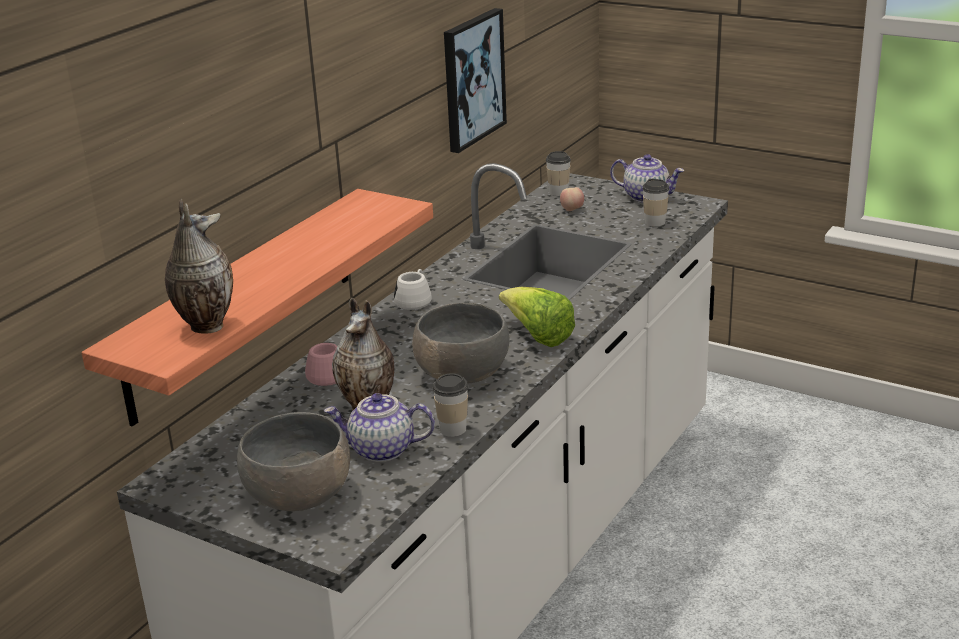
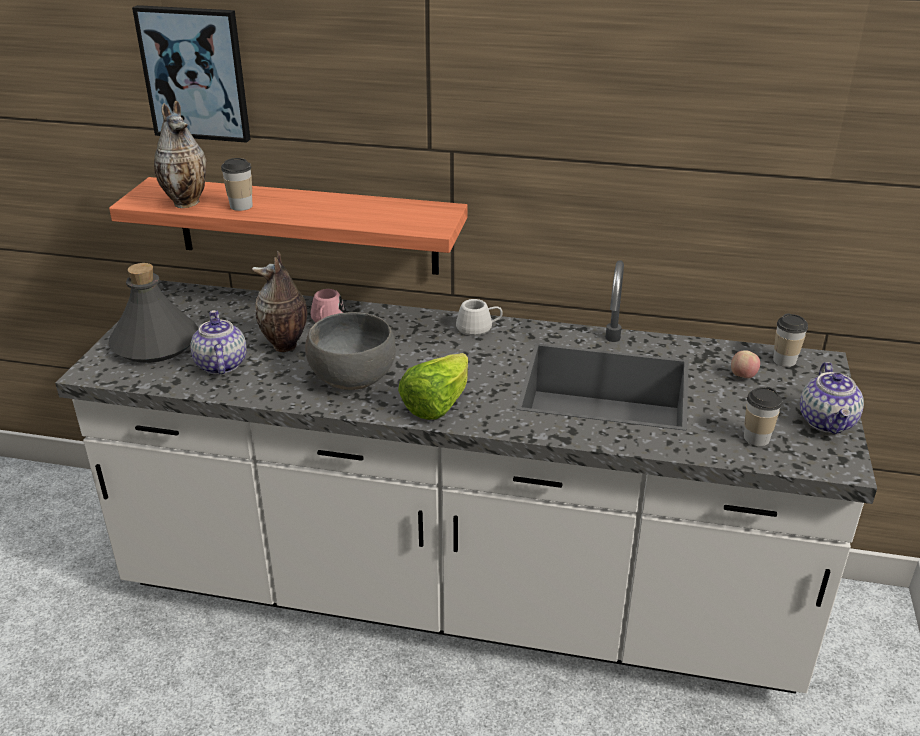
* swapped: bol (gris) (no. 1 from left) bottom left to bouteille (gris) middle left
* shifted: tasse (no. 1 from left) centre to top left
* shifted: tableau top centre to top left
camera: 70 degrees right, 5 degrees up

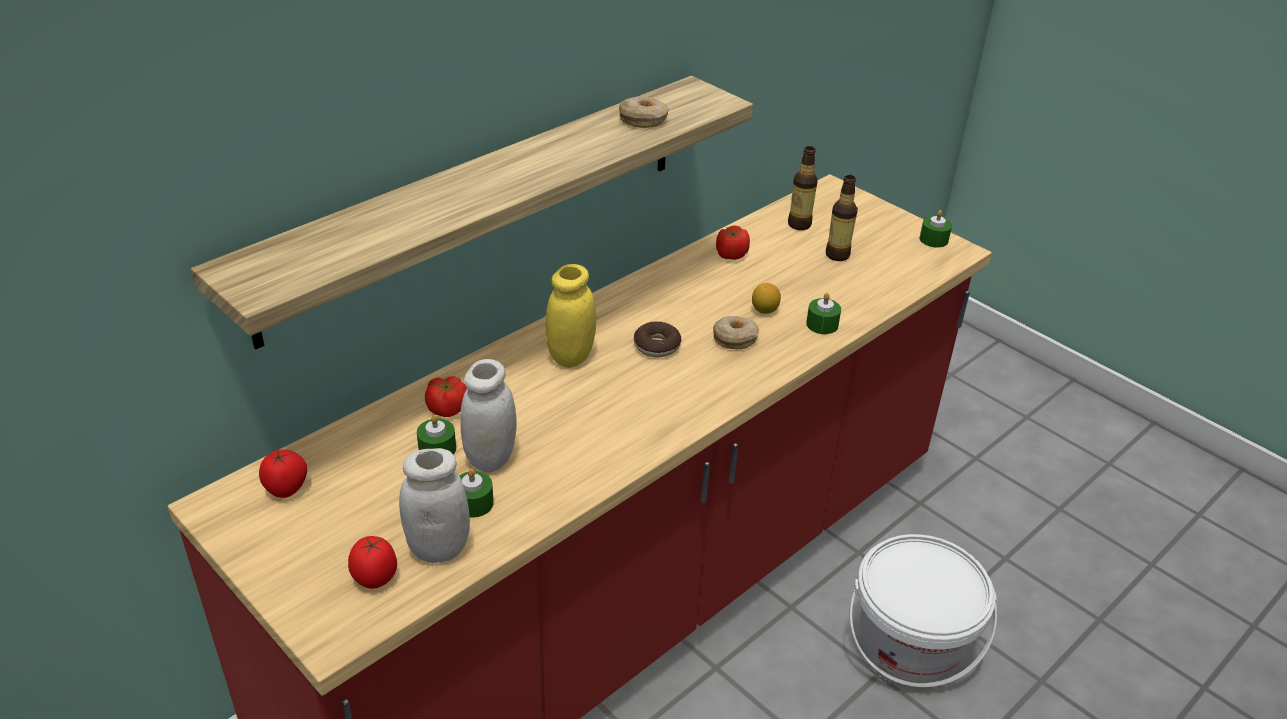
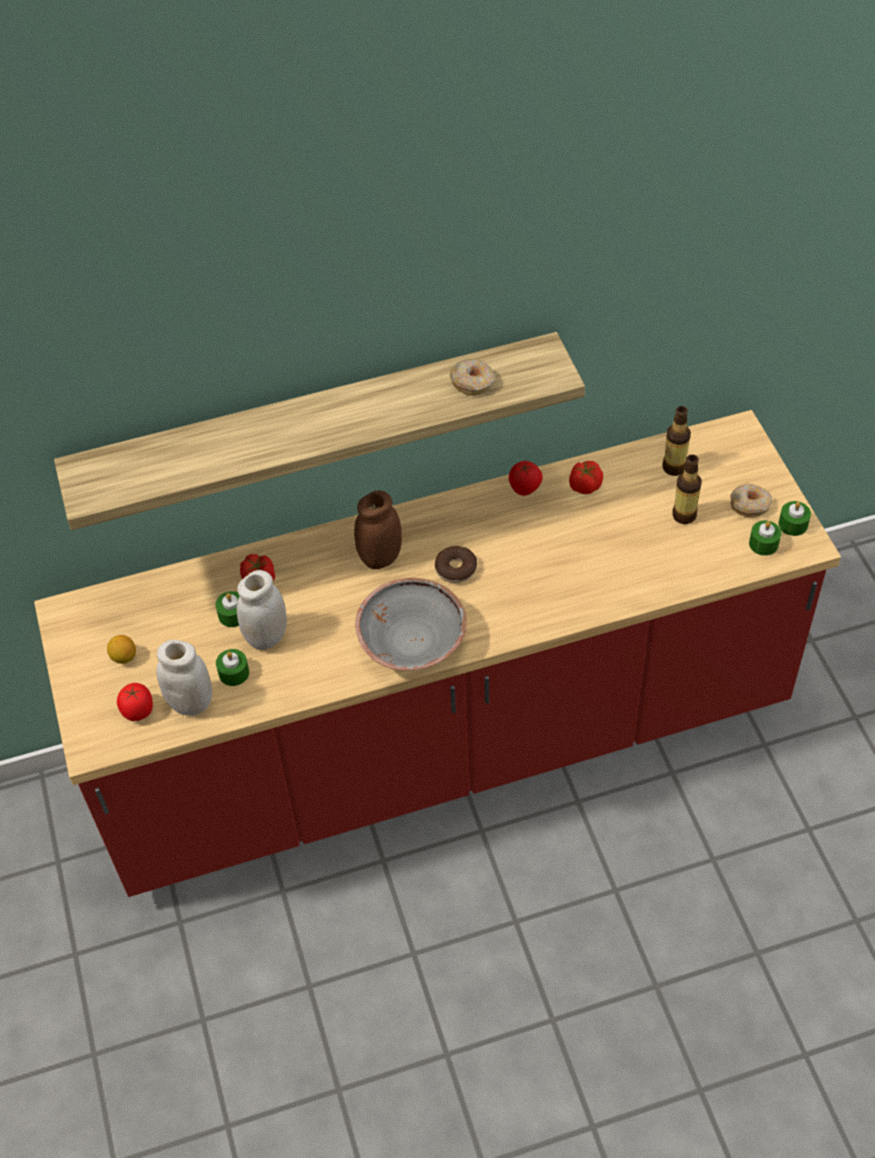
* shifted: tomate (no. 1 from left in the first image) middle left to tomate (no. 3 from left) centre
* repainted: bocal (jaune) centre to bocal (marron) centre
* shifted: beignet (no. 3 from left) centre to middle right
* shifted: citron centre to middle left
* shifted: bougie (vert) (no. 3 from left) centre to middle right
* gone: seau (blanc) bottom right
* new: bol (gris) centre
camera: 30 degrees right, 15 degrees up

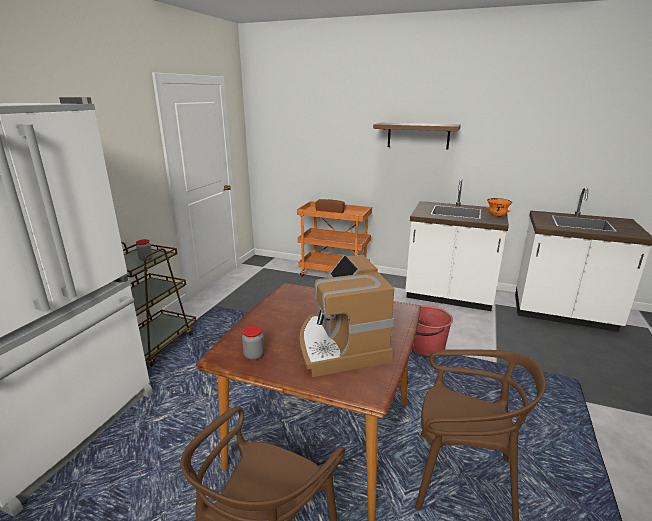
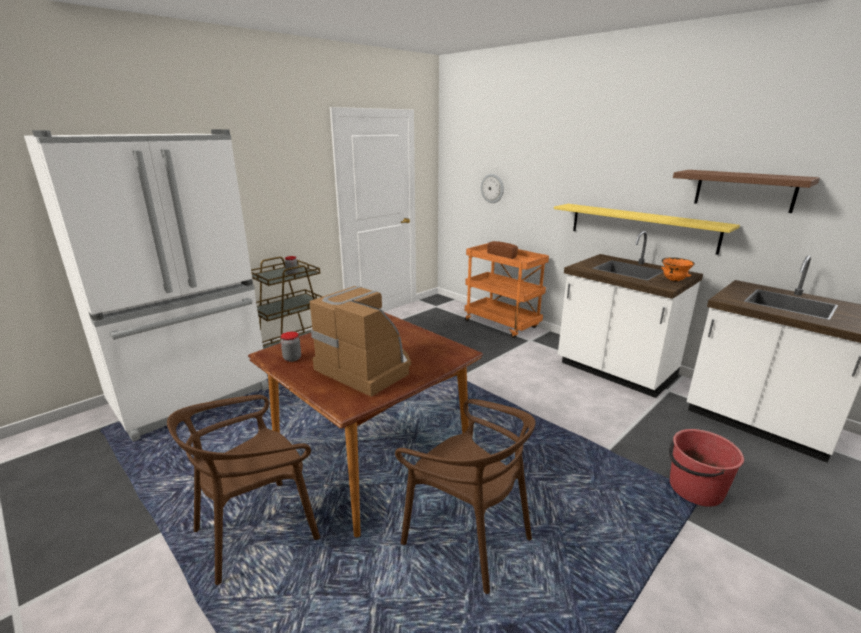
* rotated: machine à café centre = centre 120 degrees clockwise
* shifted: étagère (marron) top centre to top right
* shifted: seau (rouge) centre to bottom right
* new: horloge murale top centre
* new: étagère (jaune) middle right
camera: 25 degrees right, 0 degrees up

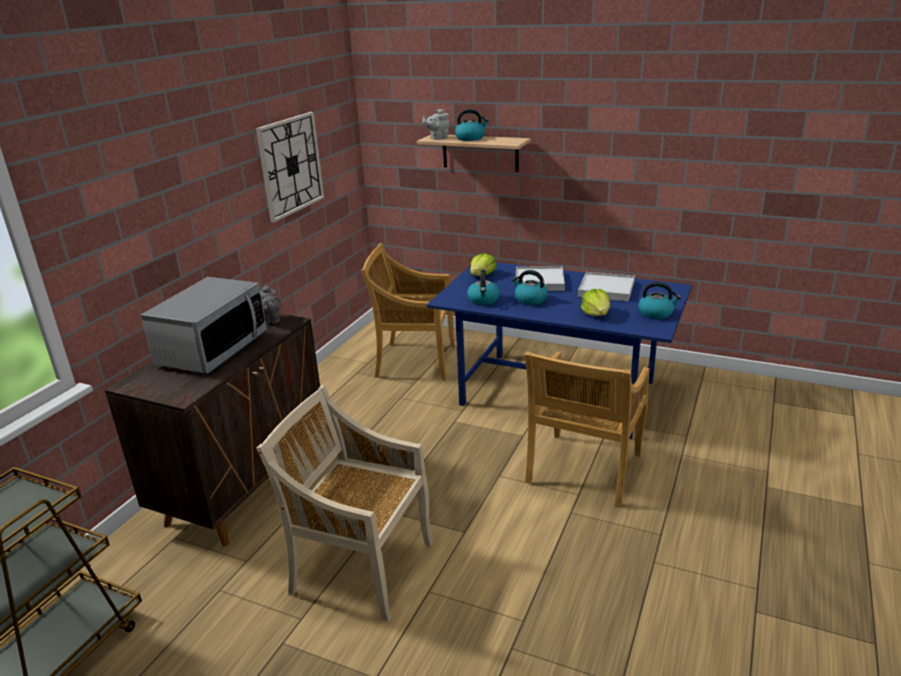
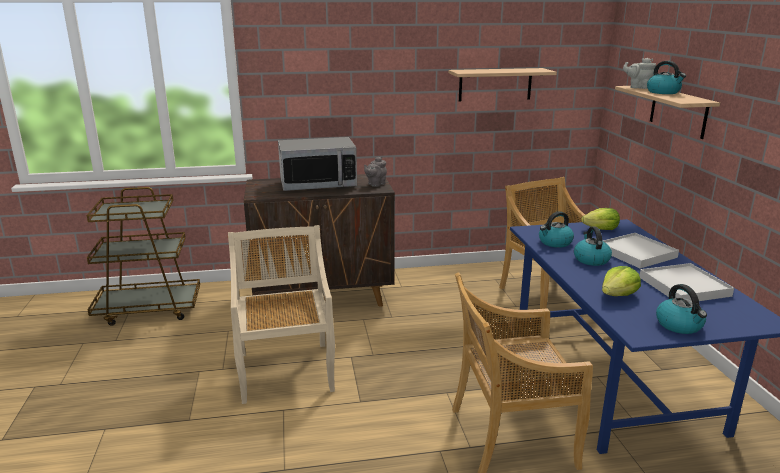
* swapped: horloge murale top left to étagère (no. 1 from left) top centre
camera: 55 degrees right, 5 degrees down

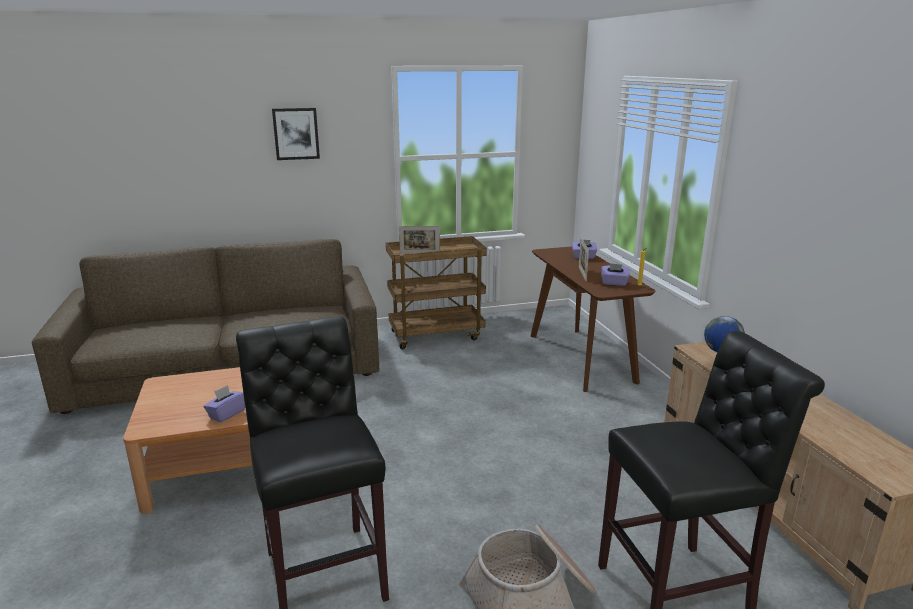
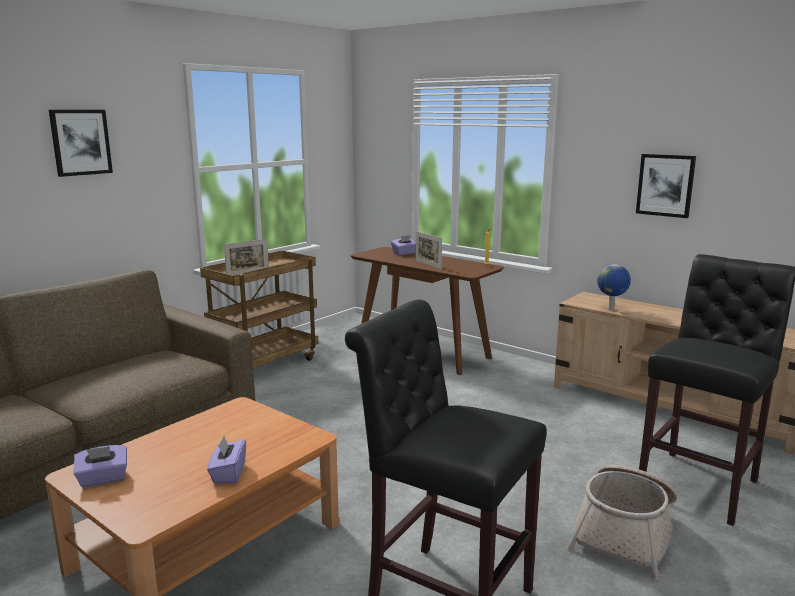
* shifted: boîte à mouchoirs (violet) (no. 3 from left in the first image) middle right to boîte à mouchoirs (violet) (no. 1 from left) bottom left
* new: tableau (no. 2 from left) top right
camera: 35 degrees left, 5 degrees down

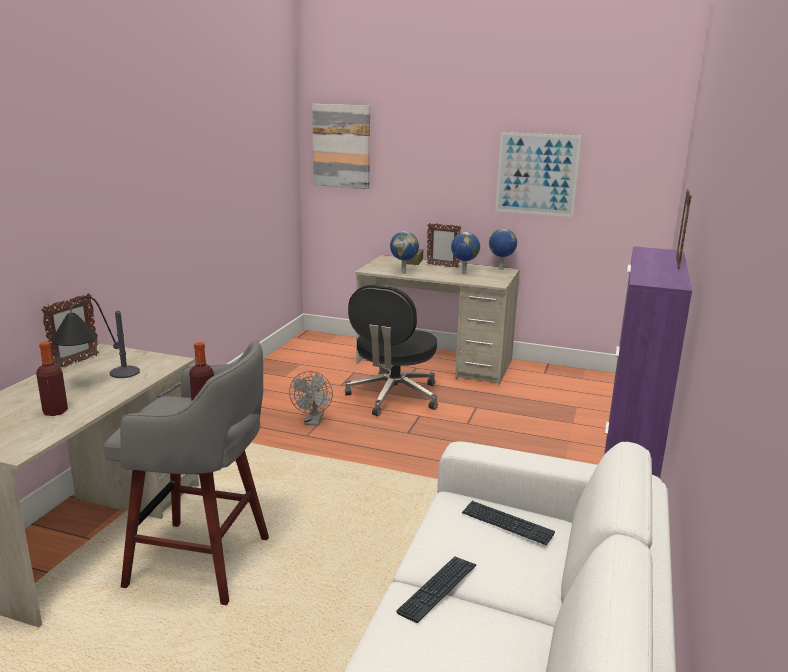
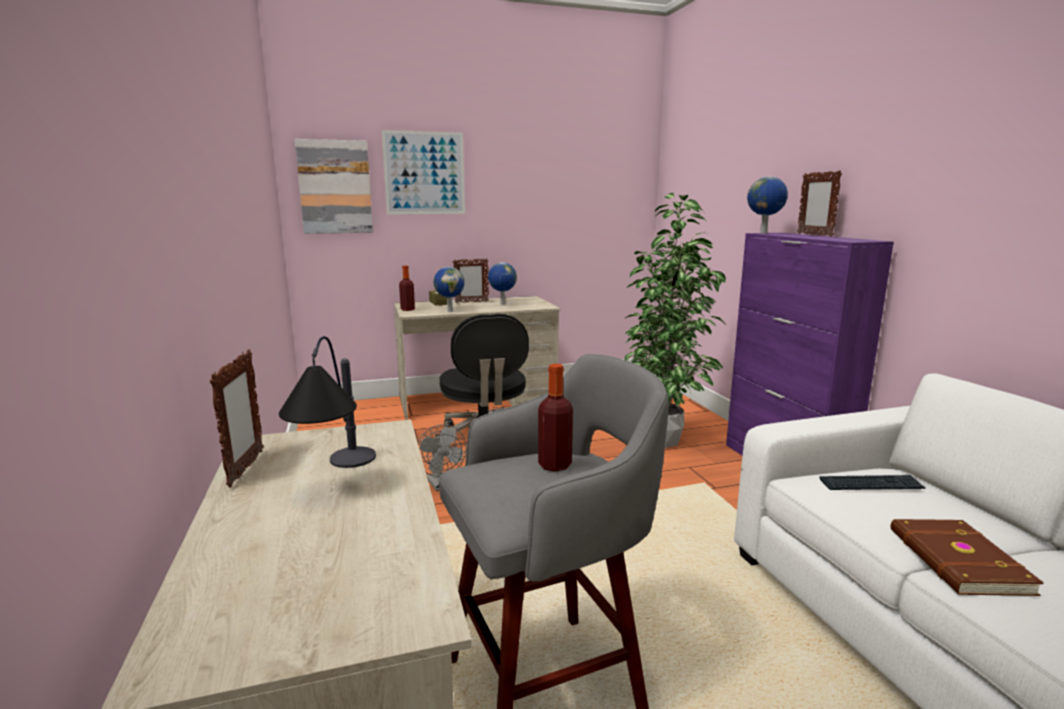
* shifted: bouteille (no. 1 from left) middle left to centre
* swapped: clavier (no. 1 from left) bottom centre to livre (marron) bottom right
* shifted: globe (no. 3 from left) centre to top right
* shifted: tableau (no. 2 from left) top right to top centre
* new: plante en pot centre
camera: 35 degrees left, 5 degrees down

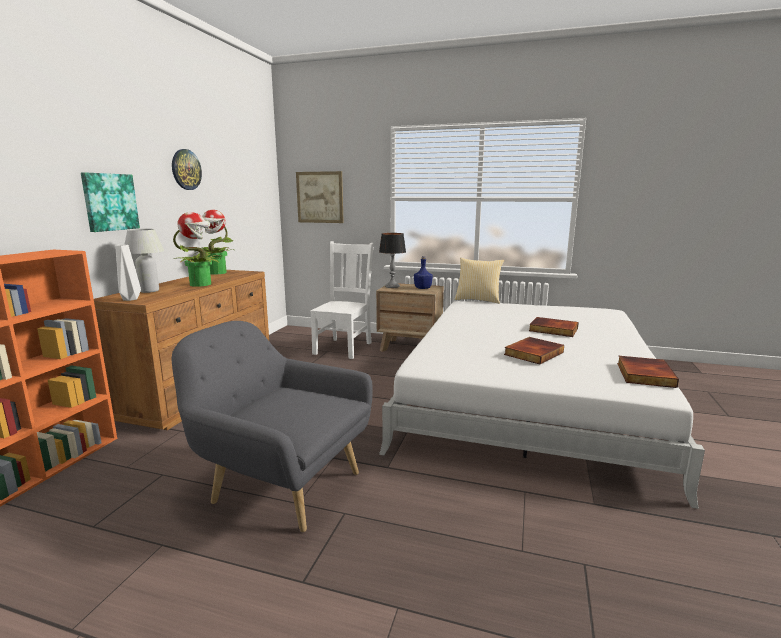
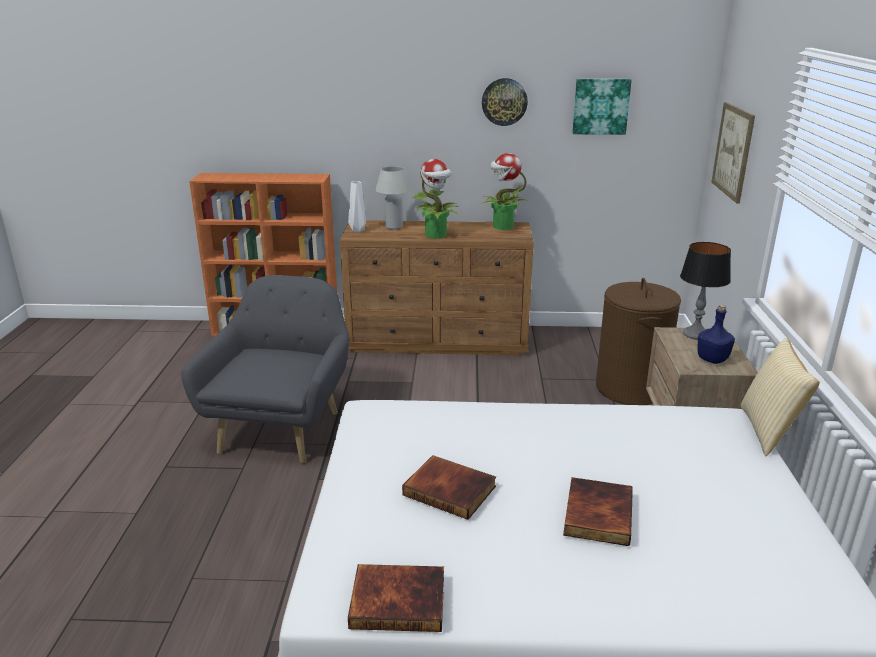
* shifted: tableau (no. 1 from left) top left to top right
* swapped: chaise (blanc) centre to panier à linge (marron) middle right
camera: 75 degrees right, 10 degrees up

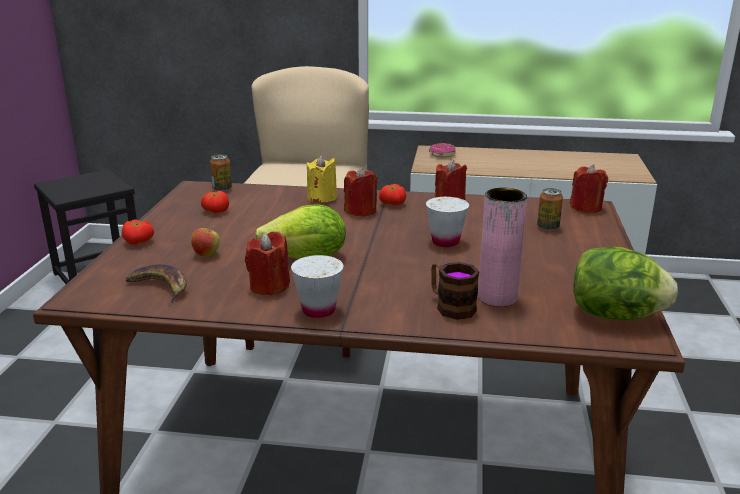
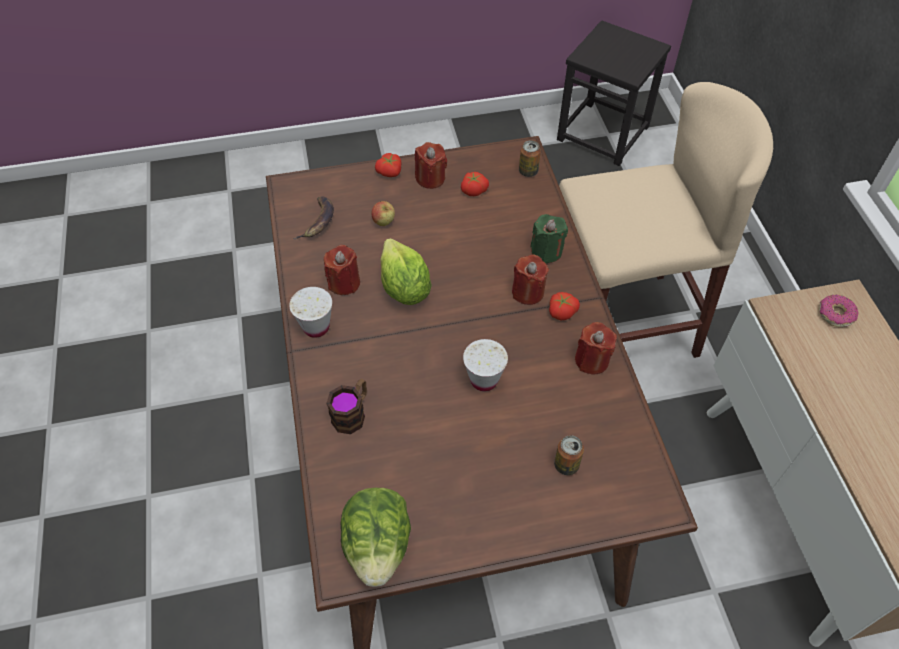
* repainted: bougie (jaune) centre to bougie (vert) centre
* gone: vase (rose) middle right
* shifted: bougie (rouge) (no. 4 from left in the first image) middle right to bougie (rouge) (no. 2 from left) top centre
camera: 70 degrees right, 30 degrees up

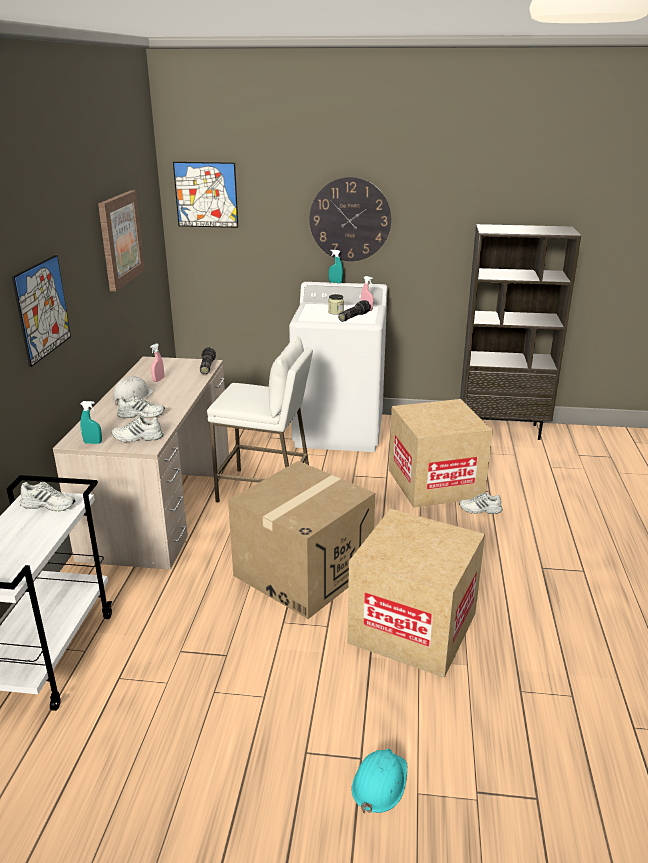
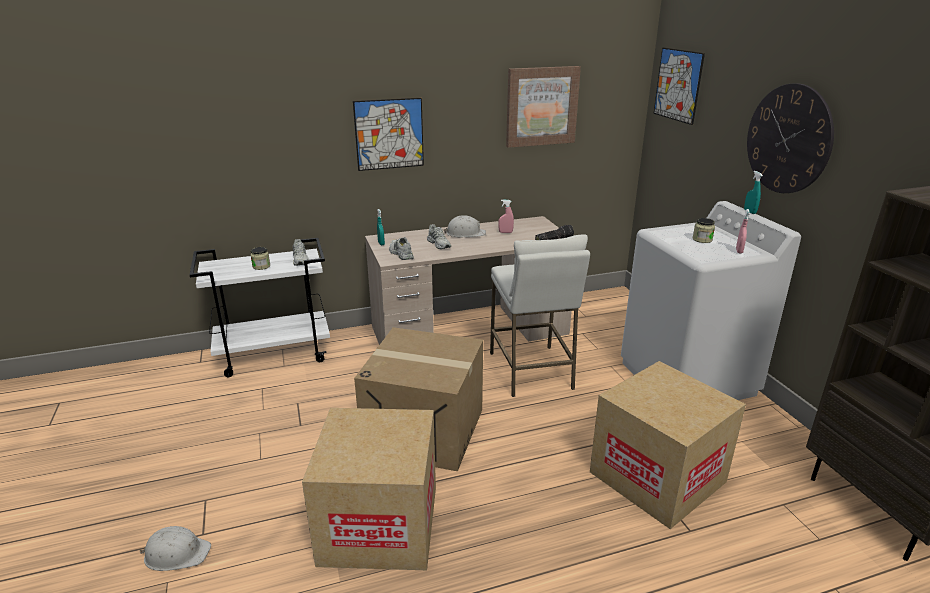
* gone: lampe de poche (no. 2 from left) centre
* repainted: casque de chantier (turquoise) bottom centre to casque de chantier (blanc) (no. 1 from left) bottom left
* gone: chaussure (blanc) (no. 4 from left) middle right
* new: bocal (no. 1 from left) middle left
camera: 65 degrees right, 0 degrees up

